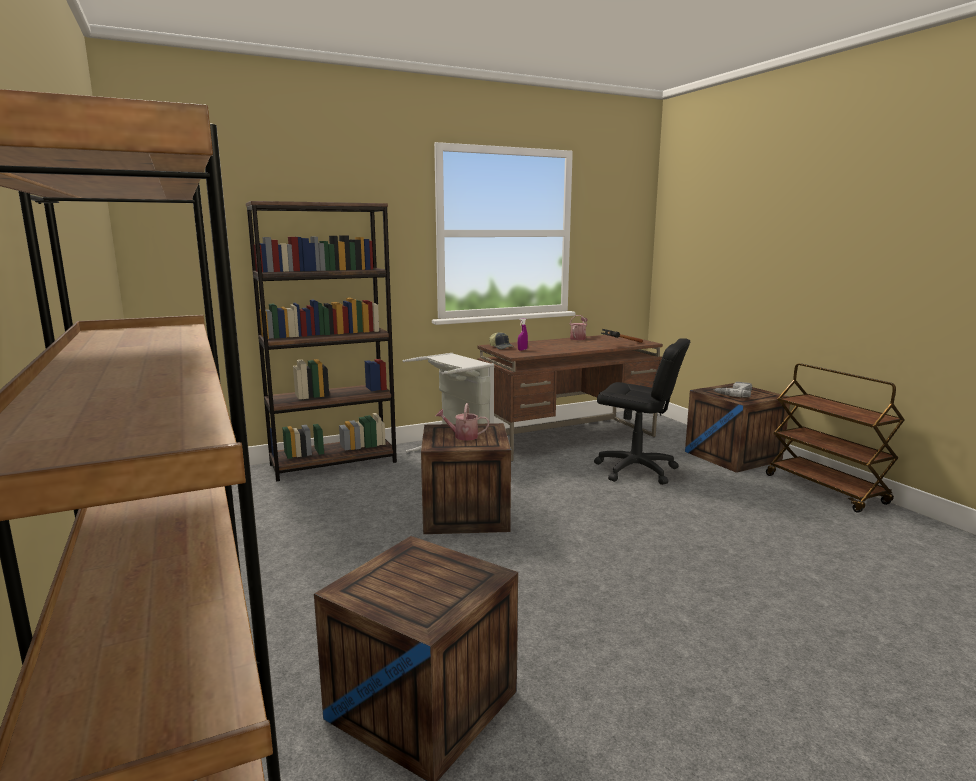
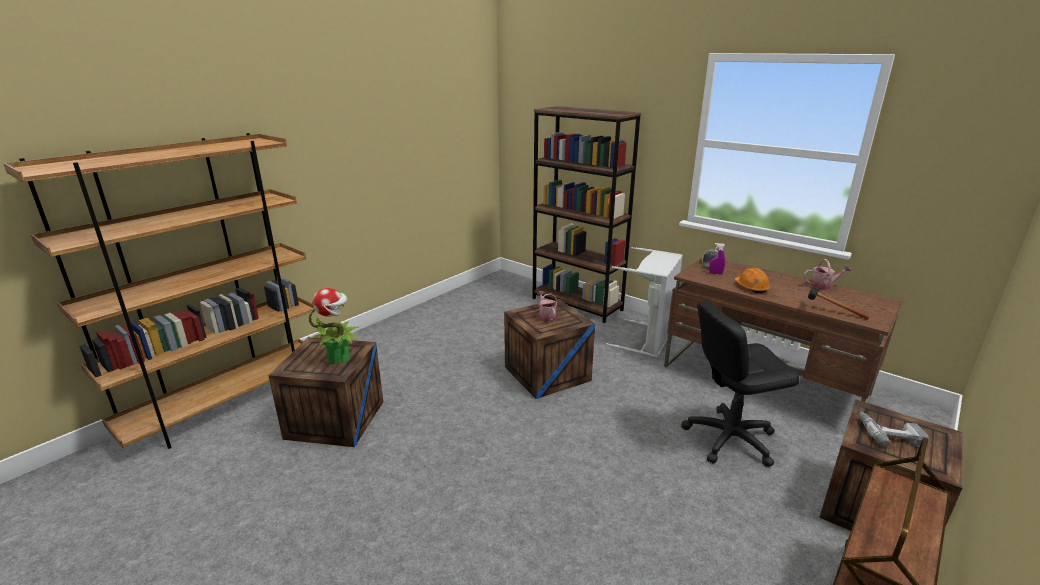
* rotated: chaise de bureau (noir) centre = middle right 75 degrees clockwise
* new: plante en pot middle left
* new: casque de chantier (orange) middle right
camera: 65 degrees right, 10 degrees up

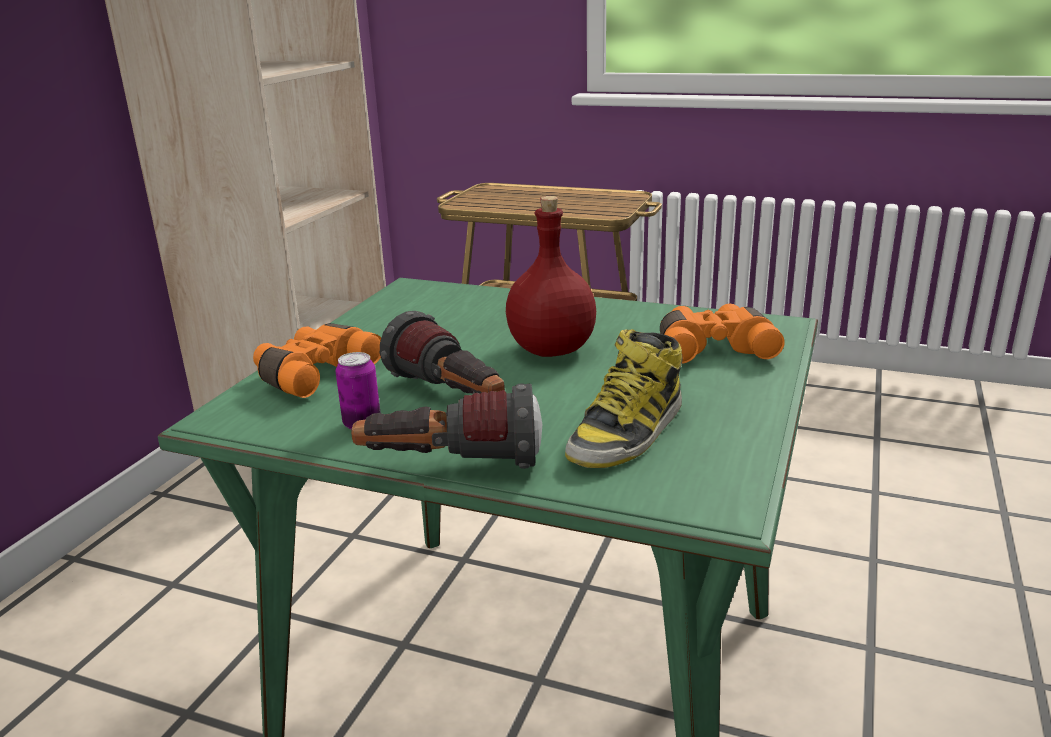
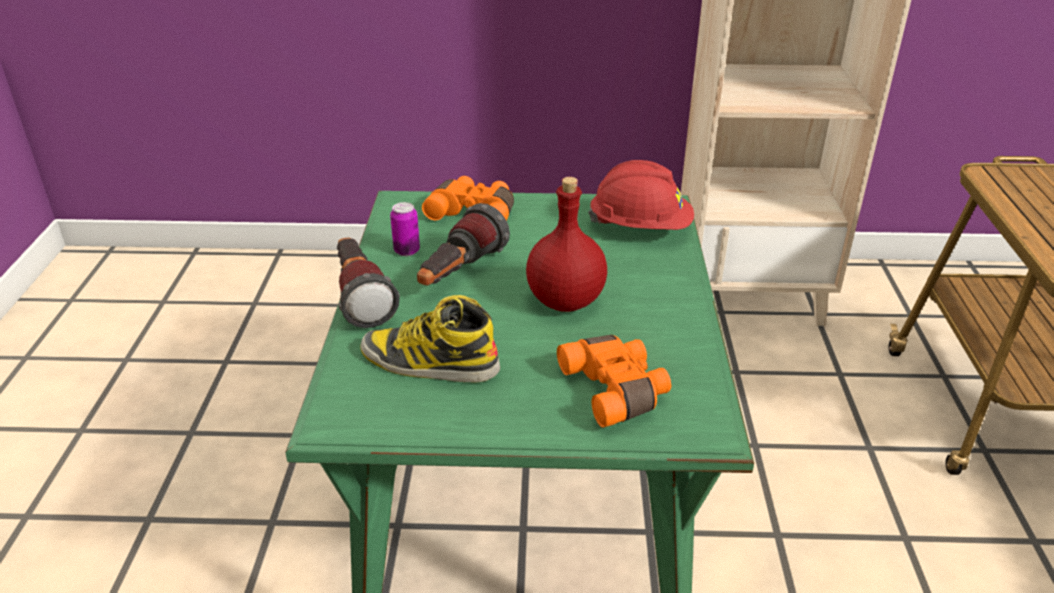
* new: casque de chantier (rouge) top centre
camera: 70 degrees right, 10 degrees up

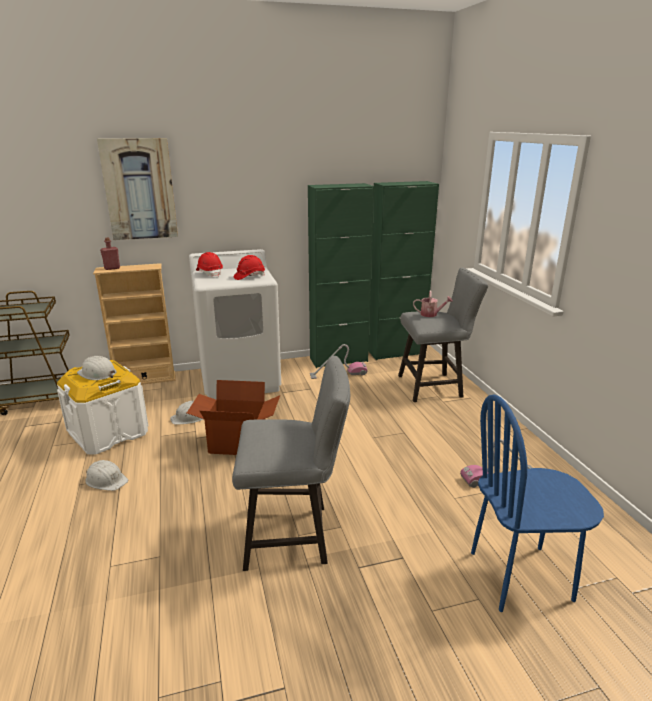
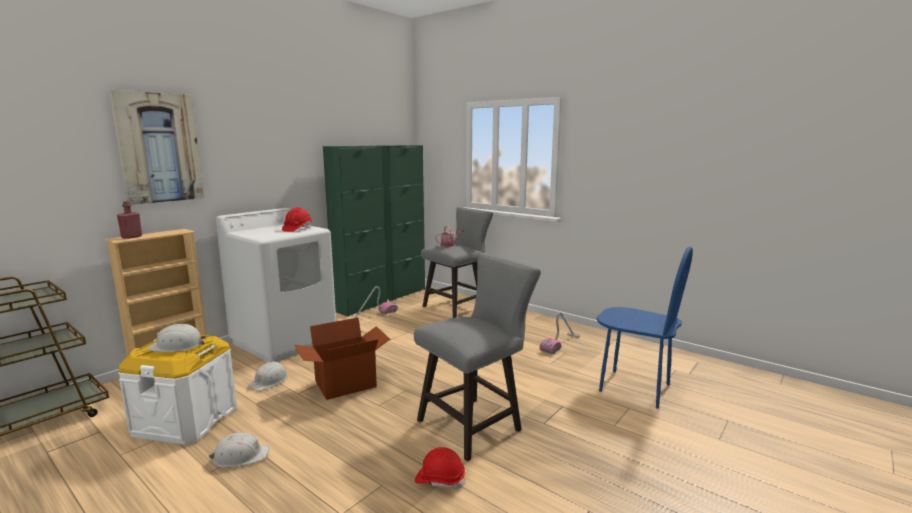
* shifted: casque de chantier (rouge) (no. 1 from left in the first image) middle left to casque de chantier (rouge) (no. 2 from left) bottom centre
* rotated: chaise (bleu) bottom right = middle right 105 degrees counterclockwise
camera: 35 degrees left, 10 degrees down

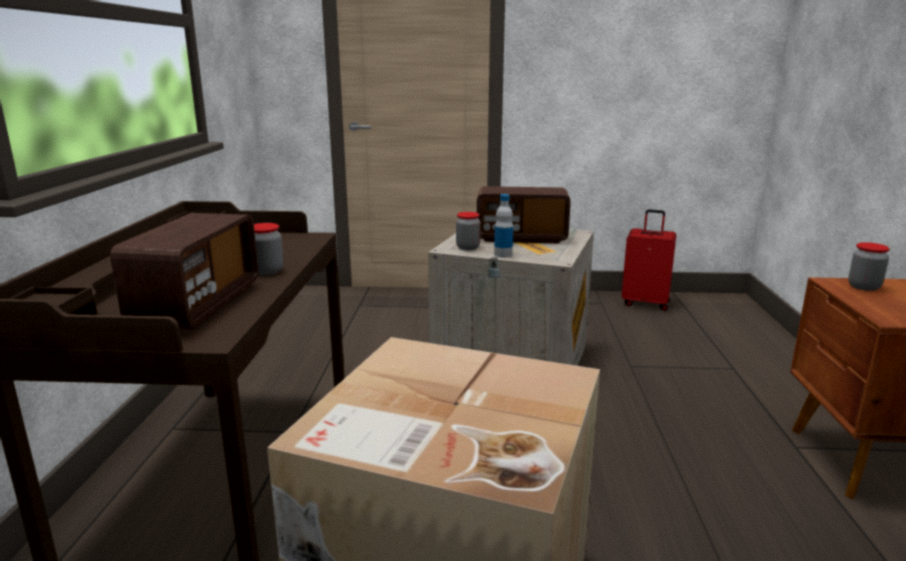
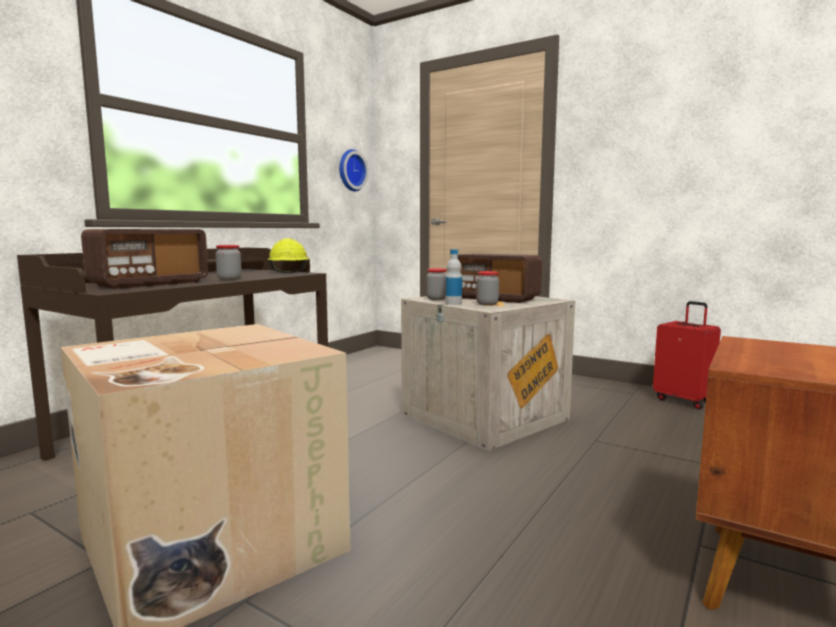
* shifted: bocal (no. 3 from left) middle right to centre
* new: casque de chantier (jaune) centre
* new: horloge murale top centre
camera: 30 degrees right, 10 degrees down

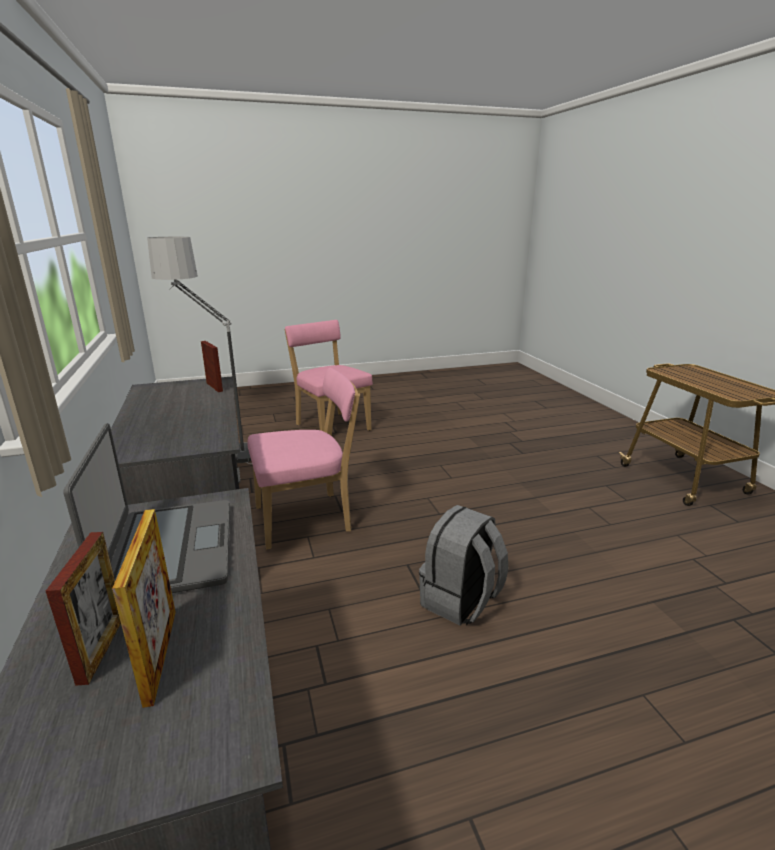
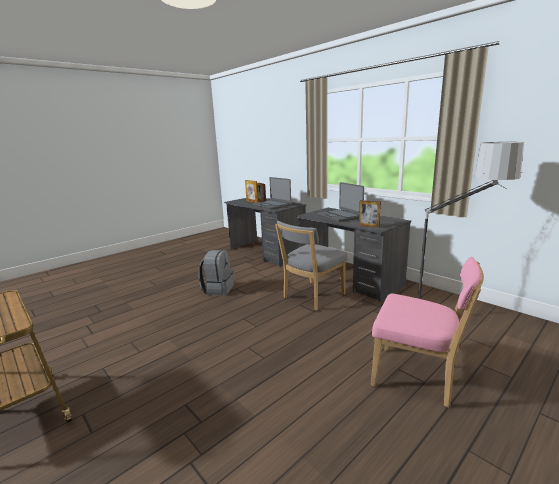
* repainted: chaise (rose) (no. 1 from left) centre to chaise (gris) centre
* new: ordinateur portable (no. 2 from left) centre
camera: 155 degrees right, 5 degrees down

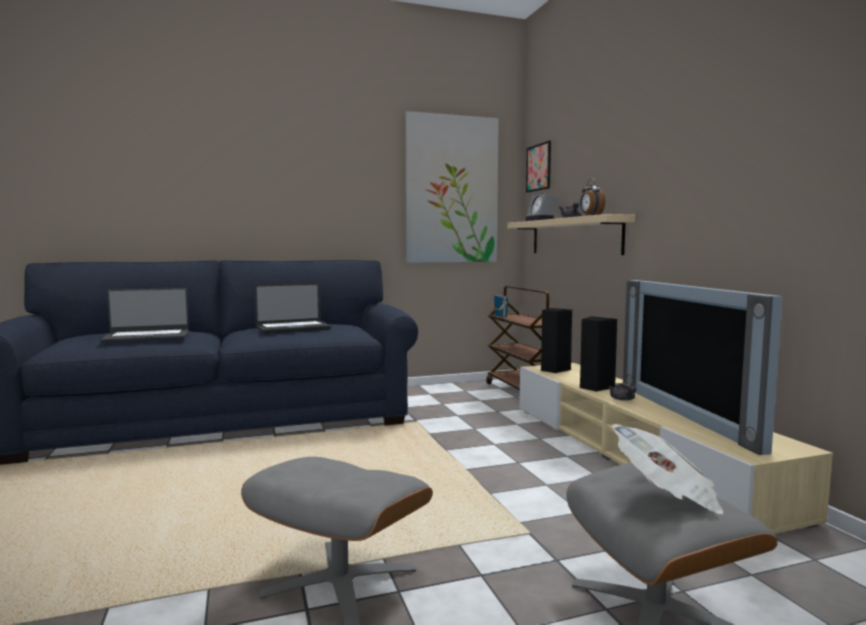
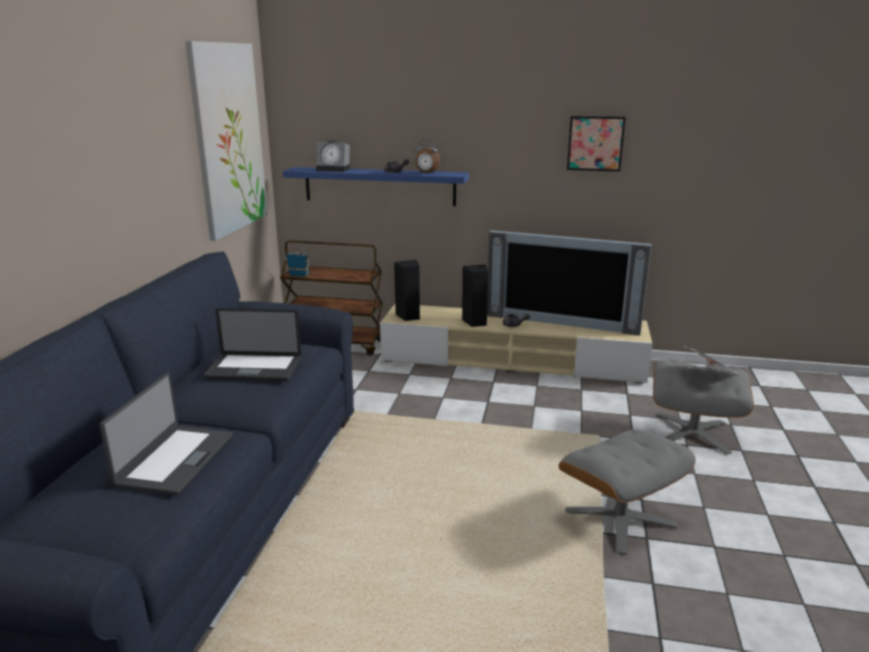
* rotated: ordinateur portable (no. 2 from left) centre = middle left 90 degrees clockwise
* repainted: étagère (beige) centre to étagère (bleu) top centre
* shifted: tableau (no. 2 from left) top centre to top right
camera: 60 degrees left, 15 degrees up

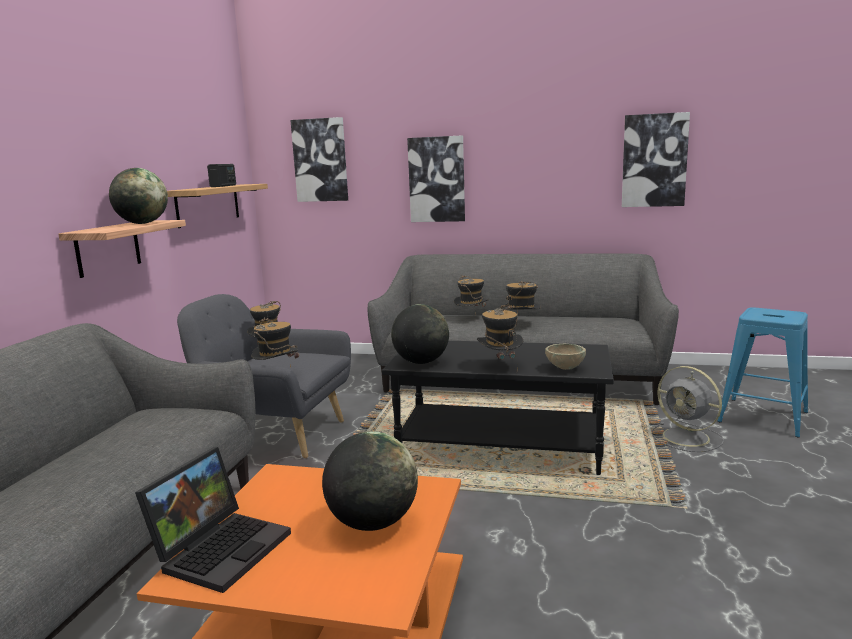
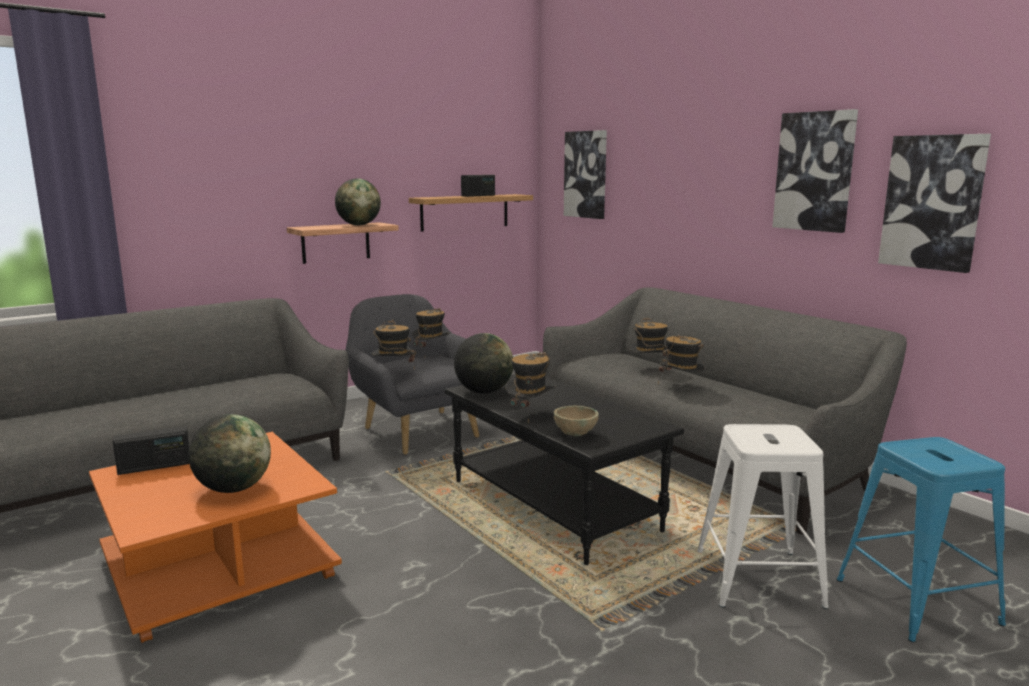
* swapped: ordinateur portable bottom left to radio (no. 1 from left) middle left
* shifted: tableau (no. 2 from left) top centre to top right
* swapped: ventilateur (gris) middle right to tabouret (blanc) bottom right
camera: 40 degrees right, 0 degrees up

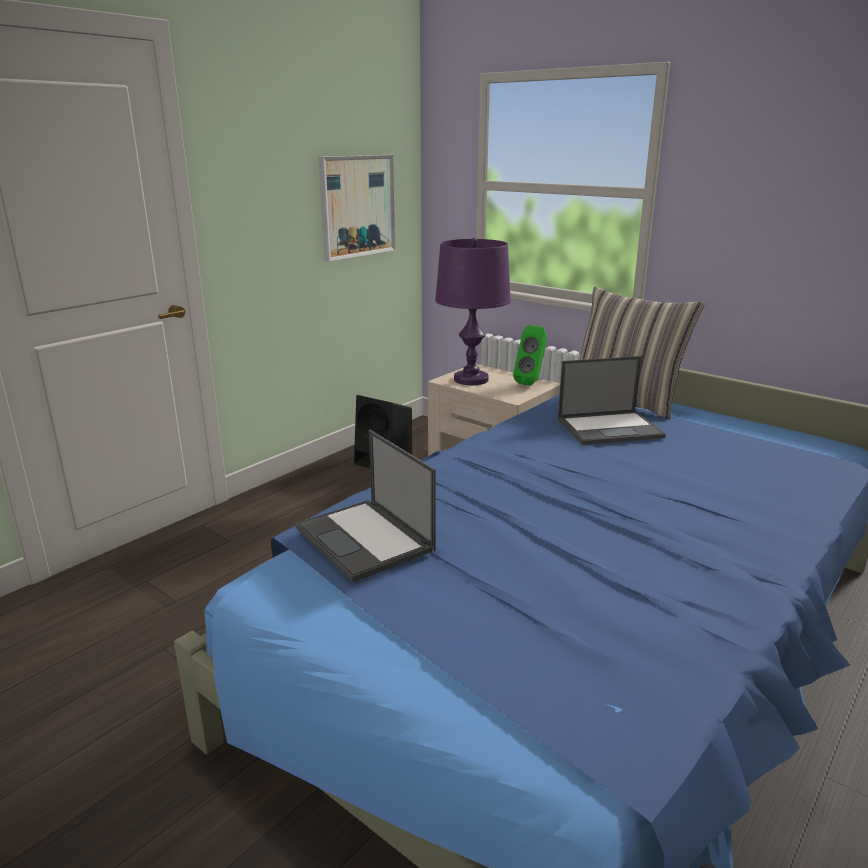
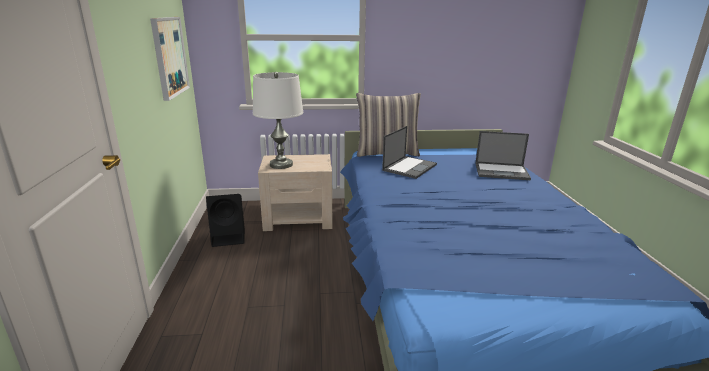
* shifted: ordinateur portable (no. 1 from left in the first image) centre to ordinateur portable (no. 2 from left) middle right
* repainted: lampe de table (violet) centre to lampe de table (blanc) top centre
* gone: enceinte (vert) centre
camera: 45 degrees left, 0 degrees up

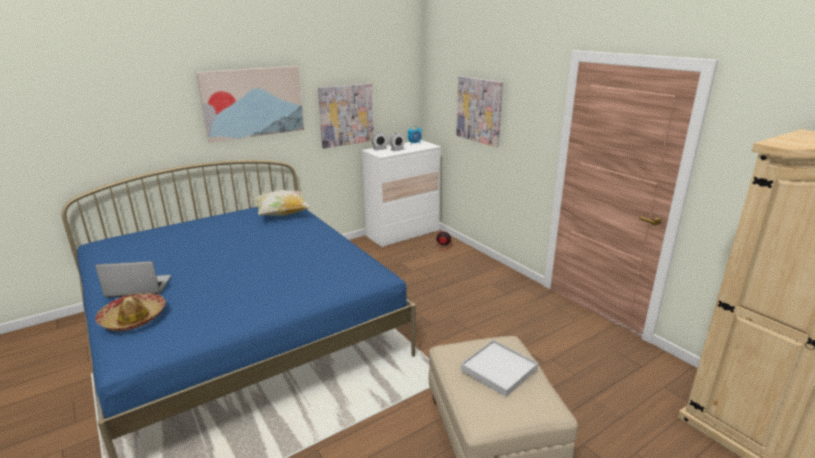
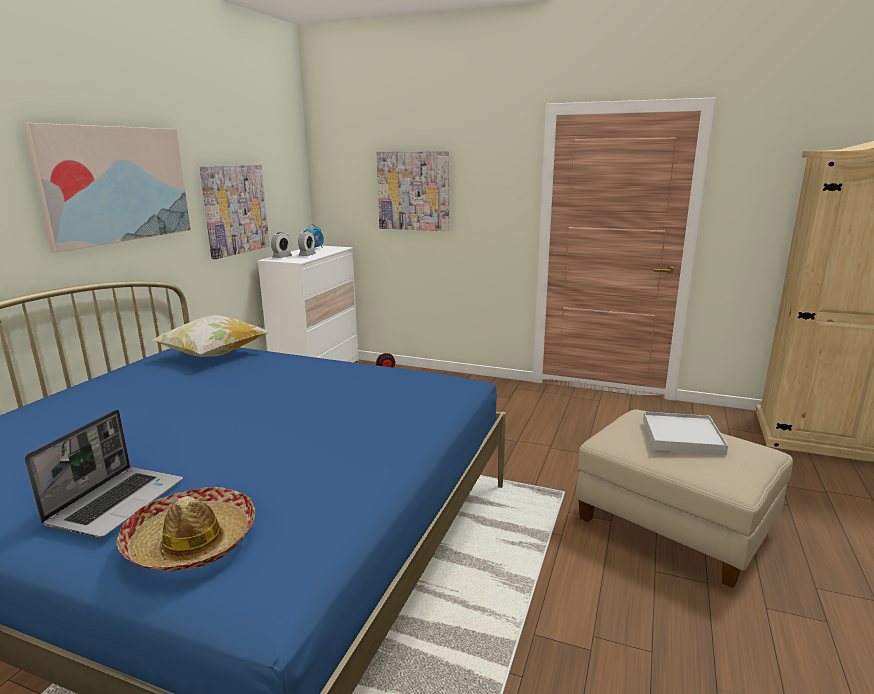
* rotated: ordinateur portable middle left = bottom left 150 degrees clockwise
camera: 35 degrees left, 5 degrees down

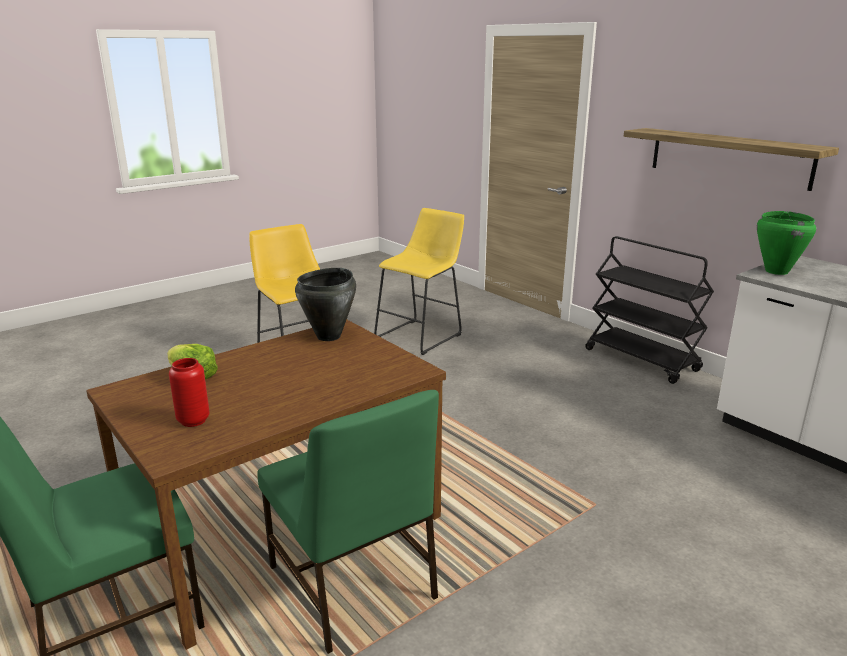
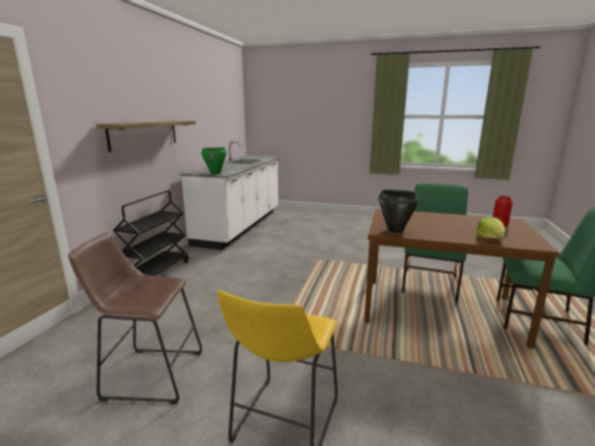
* repainted: tabouret (jaune) (no. 2 from left) centre to tabouret (marron) bottom left
camera: 125 degrees left, 5 degrees down

